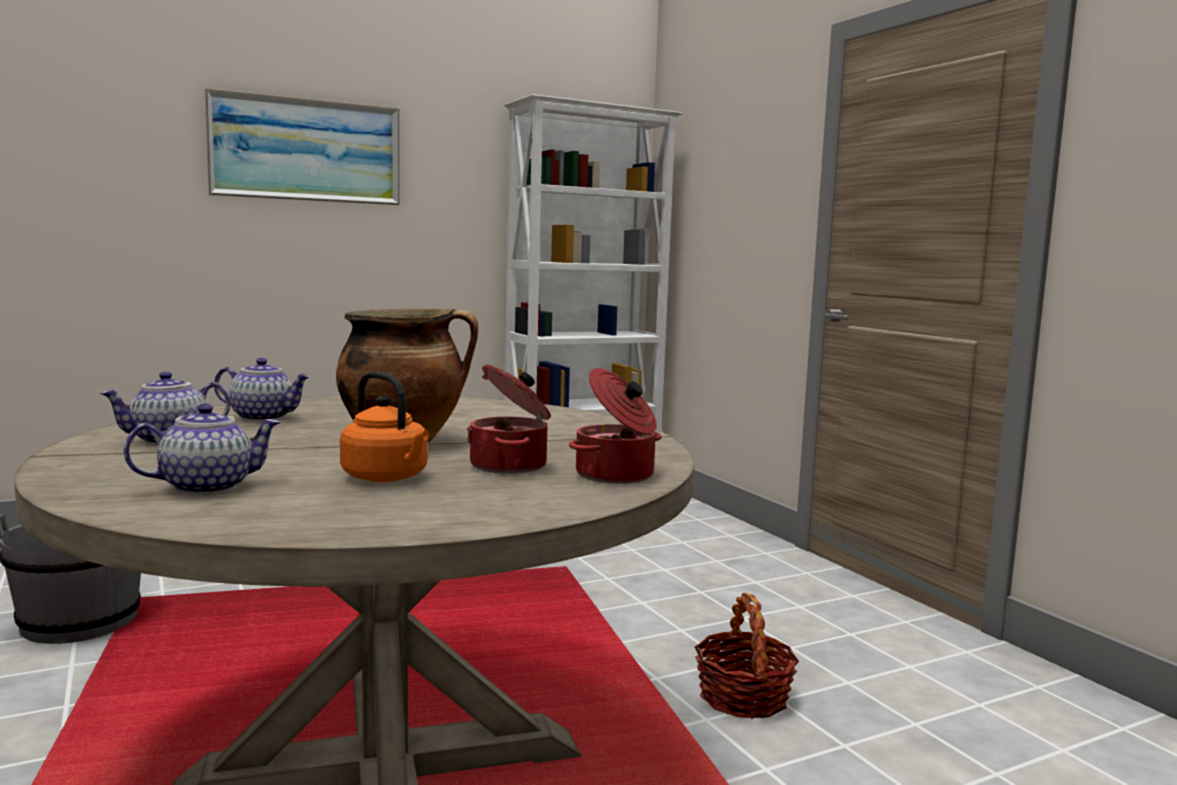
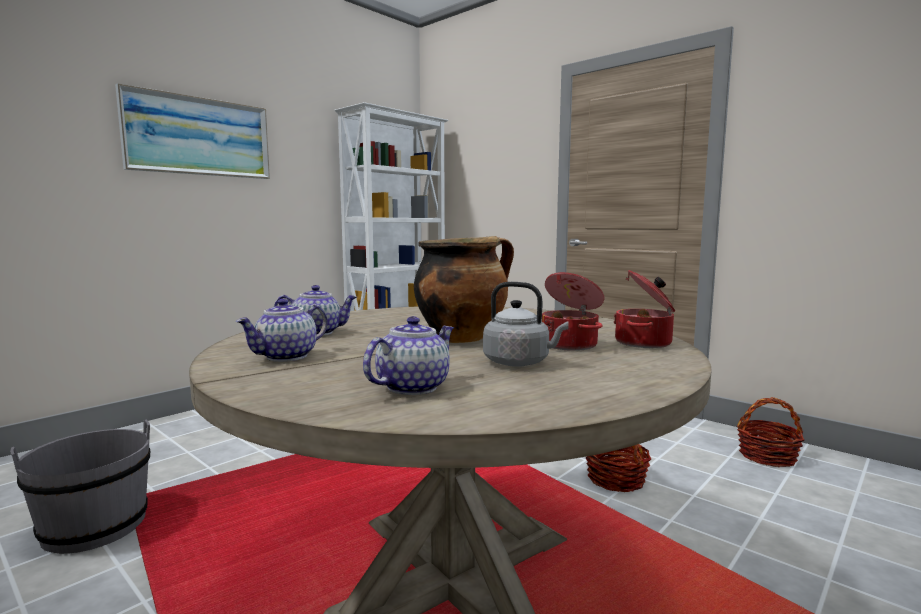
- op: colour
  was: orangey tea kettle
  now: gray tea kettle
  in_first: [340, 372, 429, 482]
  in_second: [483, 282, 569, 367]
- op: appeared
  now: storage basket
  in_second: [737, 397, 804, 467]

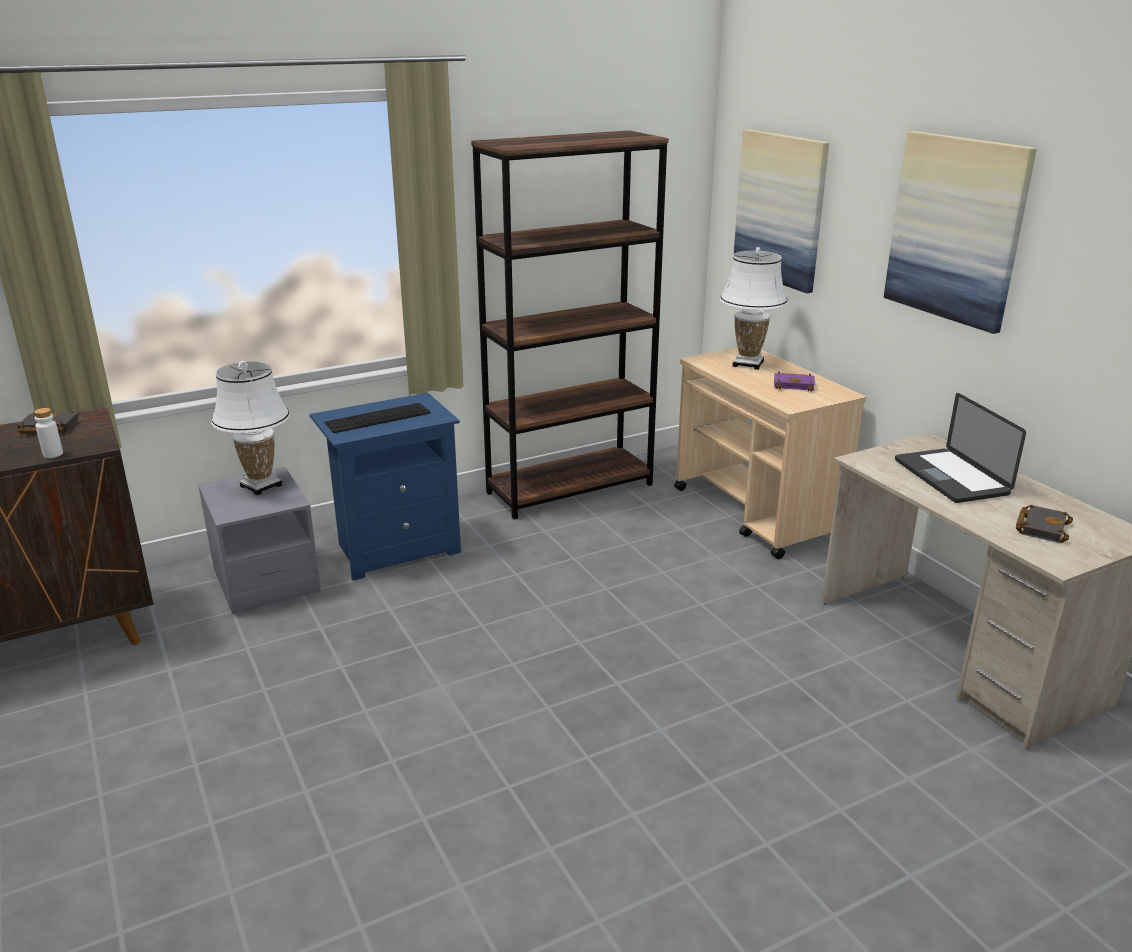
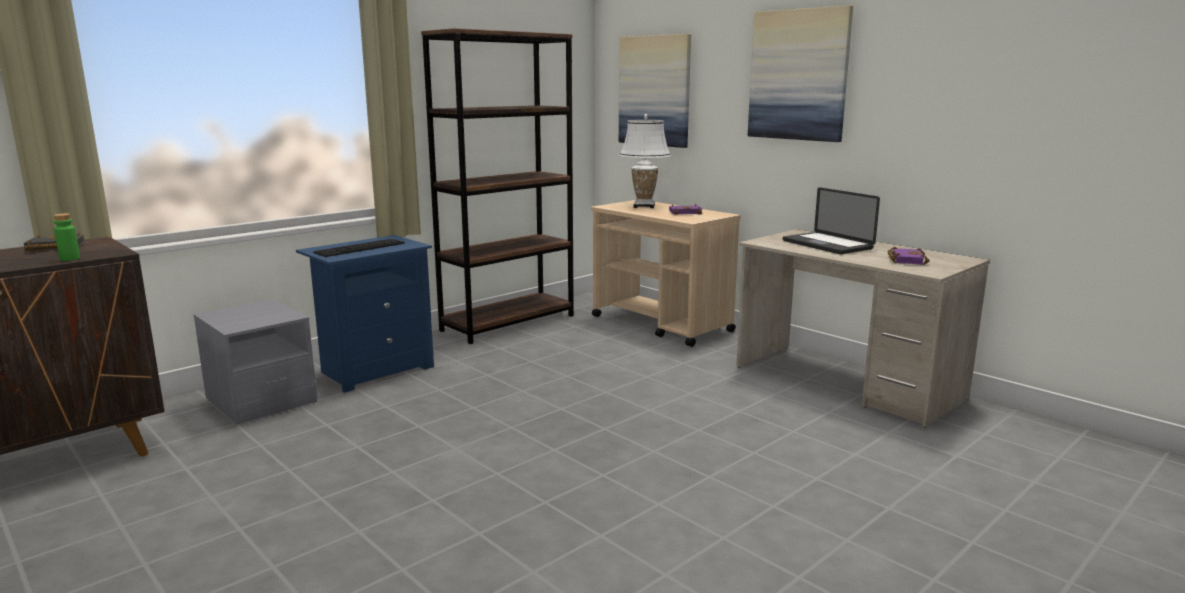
- op: colour
  was: white-coloured beverage bottle
  now: green beverage bottle
  in_first: [34, 408, 63, 458]
  in_second: [53, 213, 80, 261]
- op: colour
  was: blackish bound book
  now: purple bound book
  in_first: [1016, 505, 1073, 543]
  in_second: [888, 247, 929, 265]
- op: missing
  was: white-coloured tabletop lamp
  in_first: [211, 361, 290, 495]

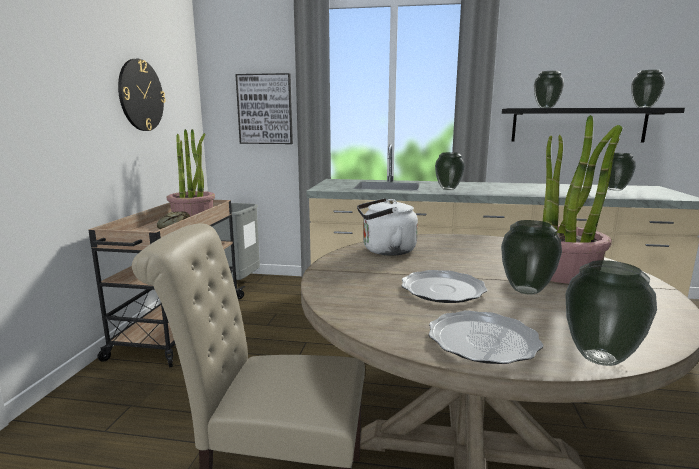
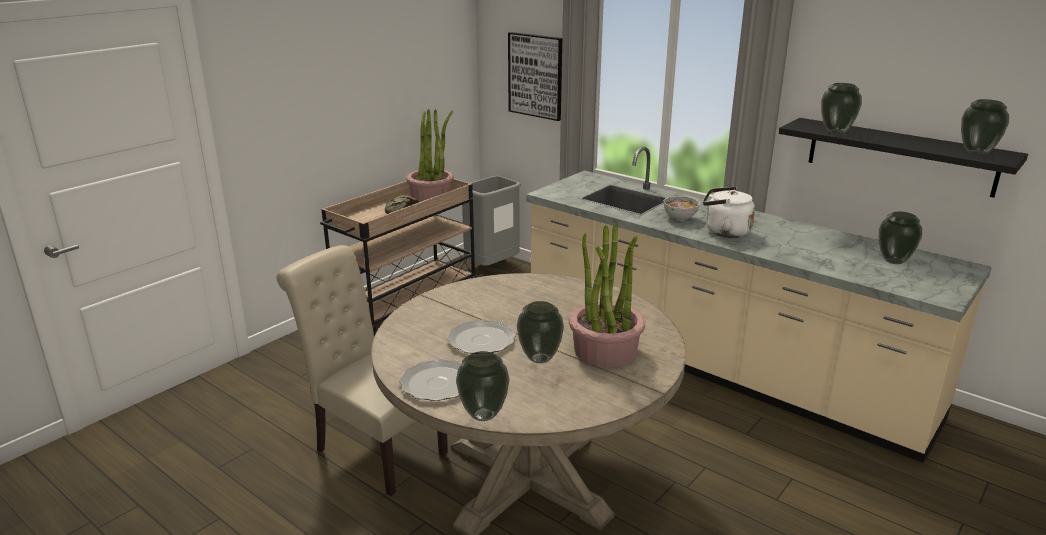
- op: exchanged
  was: decorative vase
  now: serving bowl
  in_first: [435, 152, 465, 190]
  in_second: [663, 196, 700, 221]
- op: relocated
  was: white-coloured tea kettle
  in_first: [357, 198, 418, 256]
  in_second: [703, 187, 755, 238]
- op: missing
  was: wall clock
  in_first: [118, 59, 165, 131]

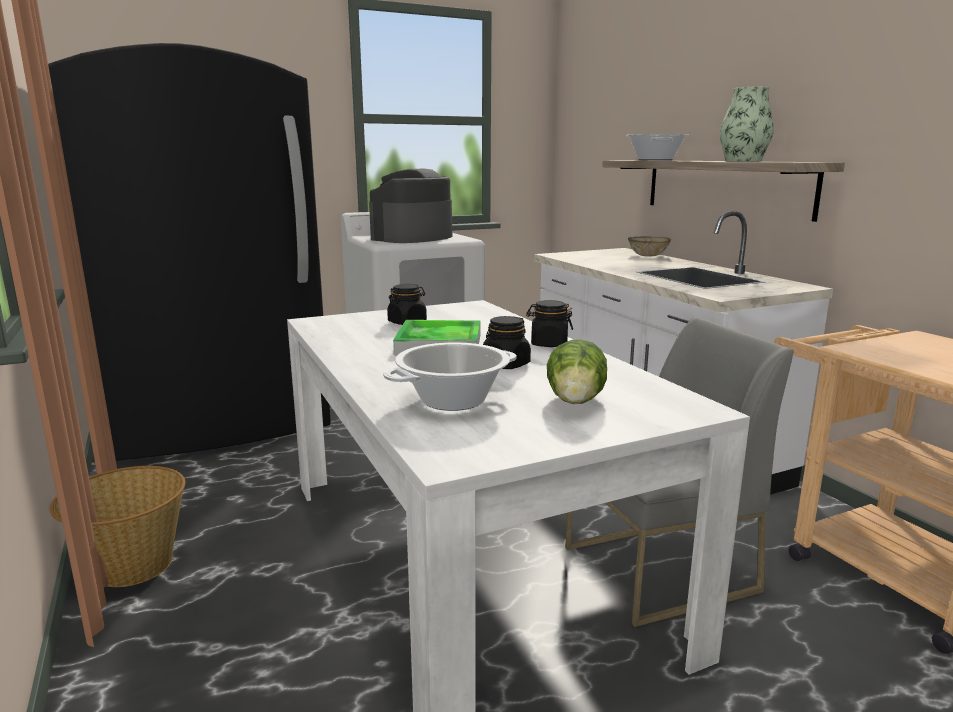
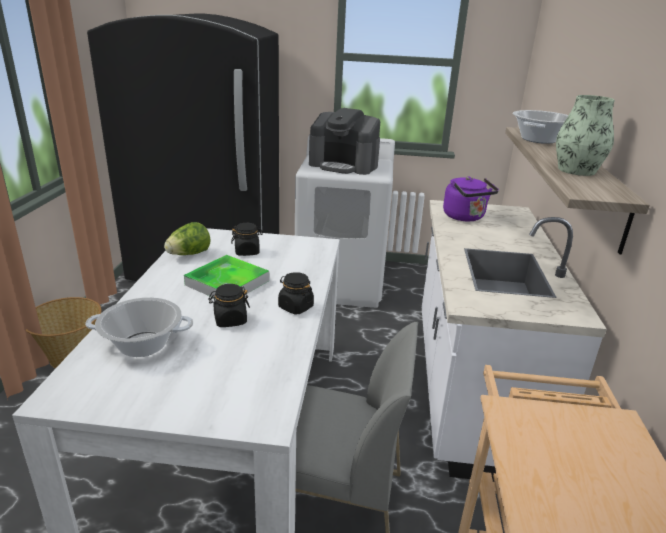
- op: relocated
  was: lettuce
  in_first: [547, 339, 607, 404]
  in_second: [164, 222, 210, 255]
- op: spun
  was: coffee maker
  in_first: [369, 169, 452, 243]
  in_second: [309, 108, 380, 175]
  clockwise: -135
- op: appeared
  now: purple tea kettle
  in_second: [443, 176, 499, 222]
- op: missing
  was: serving bowl
  in_first: [628, 236, 671, 257]

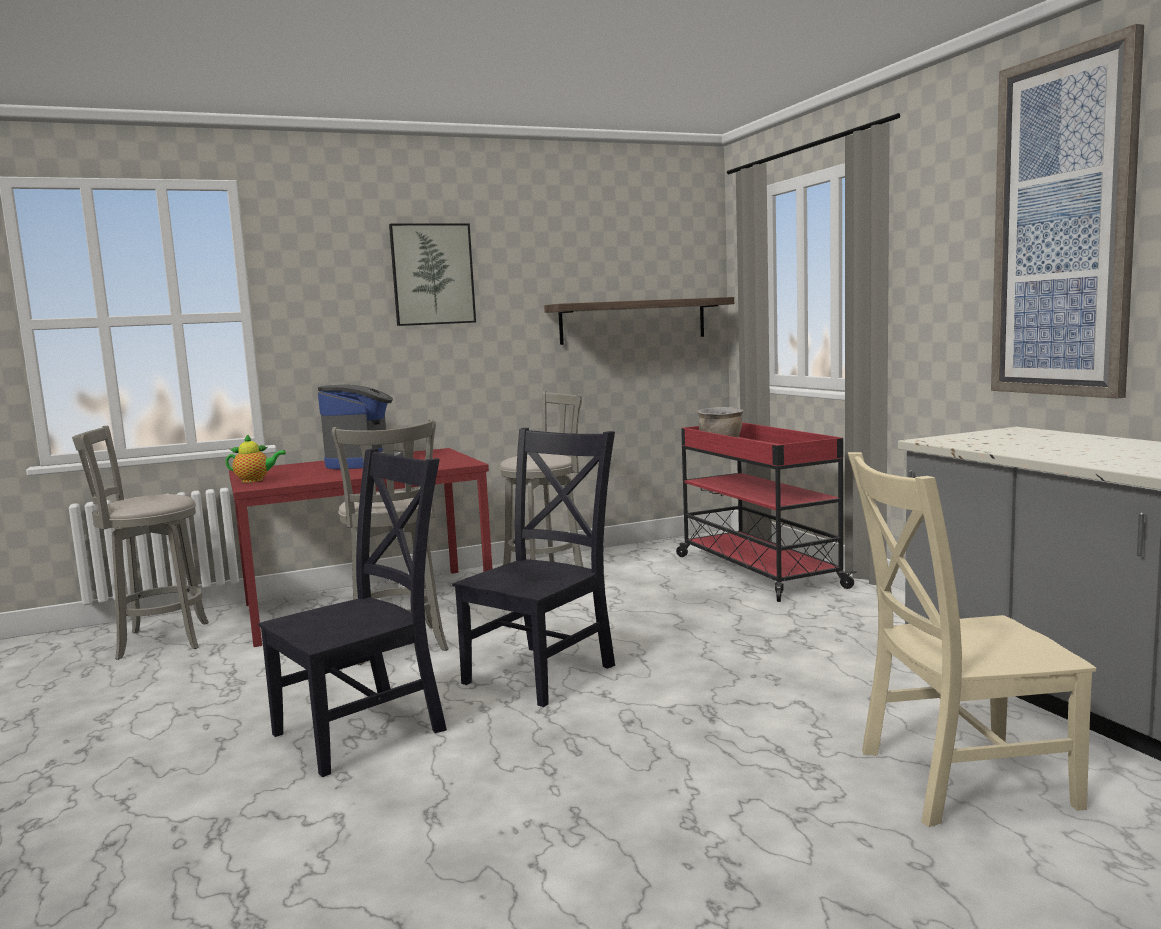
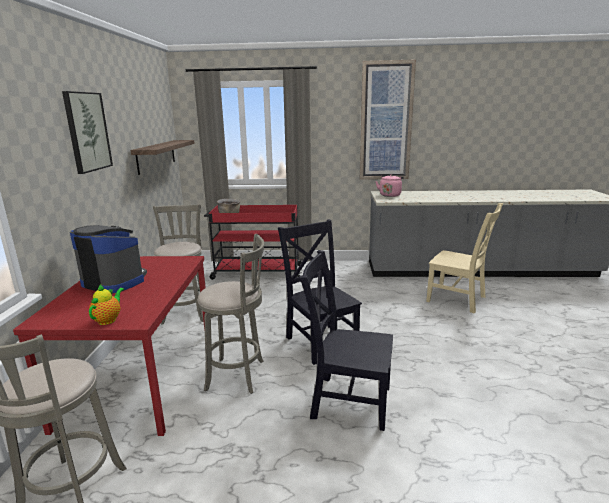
- op: spun
  was: blackish upright chair
  in_first: [258, 448, 447, 777]
  in_second: [300, 250, 393, 431]
  clockwise: -60
- op: appeared
  now: pink tea kettle
  in_second: [375, 174, 404, 197]
- op: spun
  was: beige-coloured upright chair
  in_first: [848, 452, 1096, 827]
  in_second: [426, 203, 503, 313]
  clockwise: -75

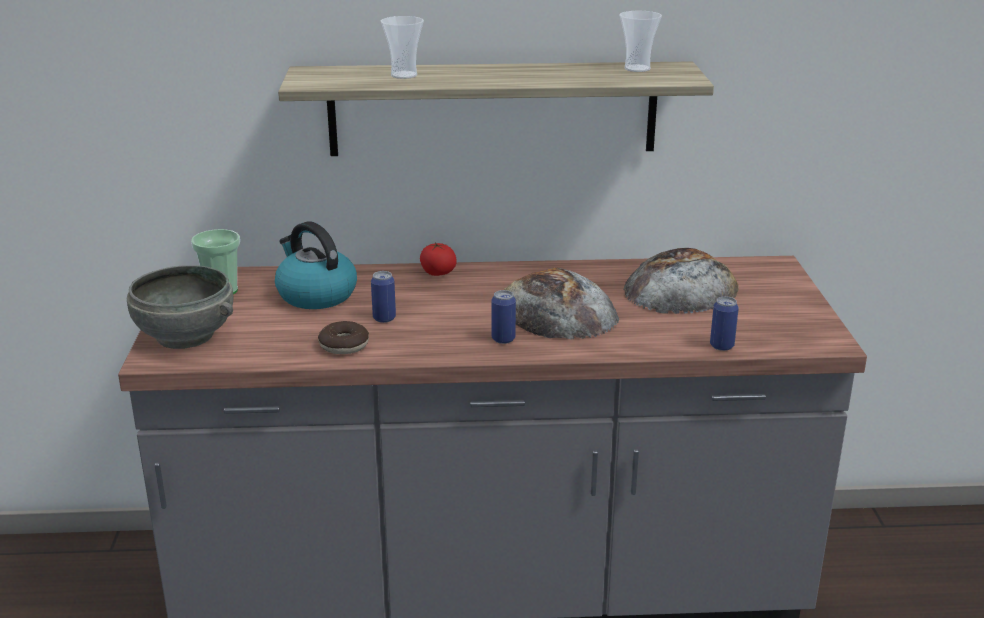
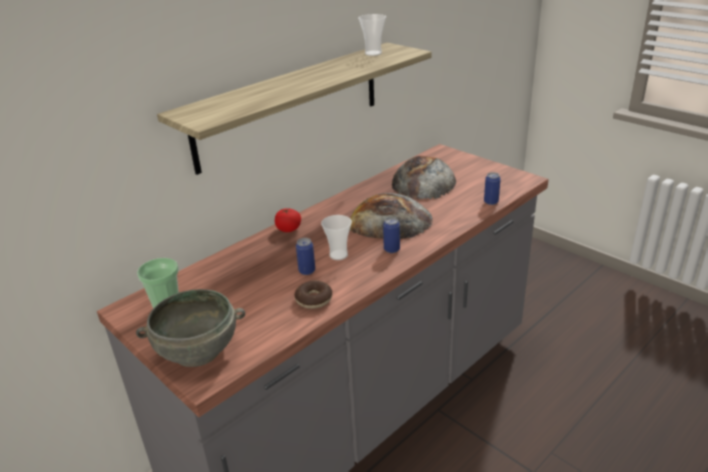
- op: relocated
  was: drinking cup
  in_first: [381, 16, 424, 79]
  in_second: [321, 215, 352, 260]
- op: missing
  was: tea kettle
  in_first: [275, 221, 357, 309]

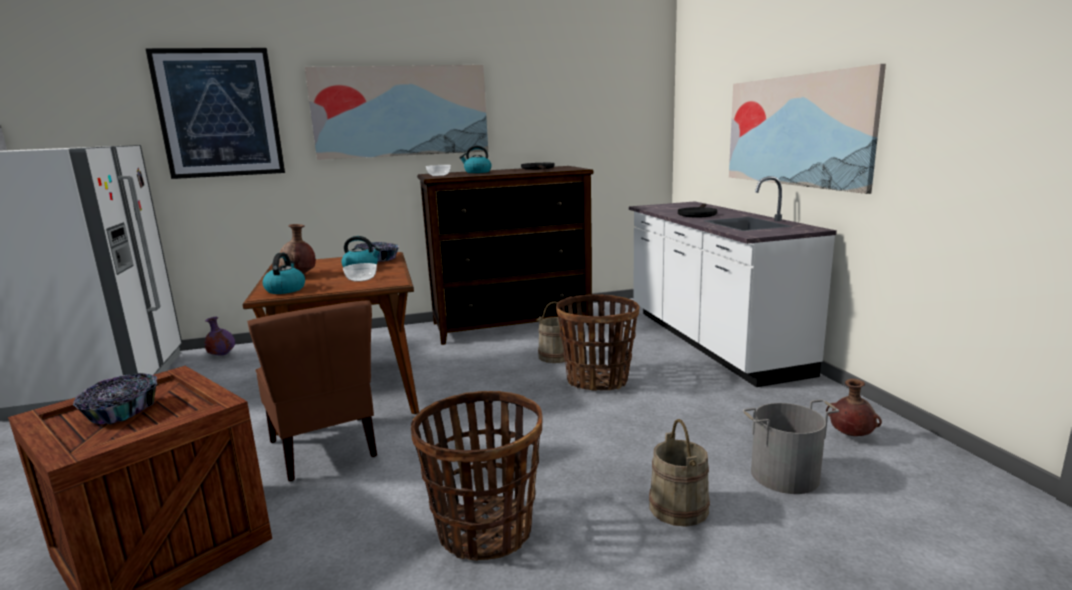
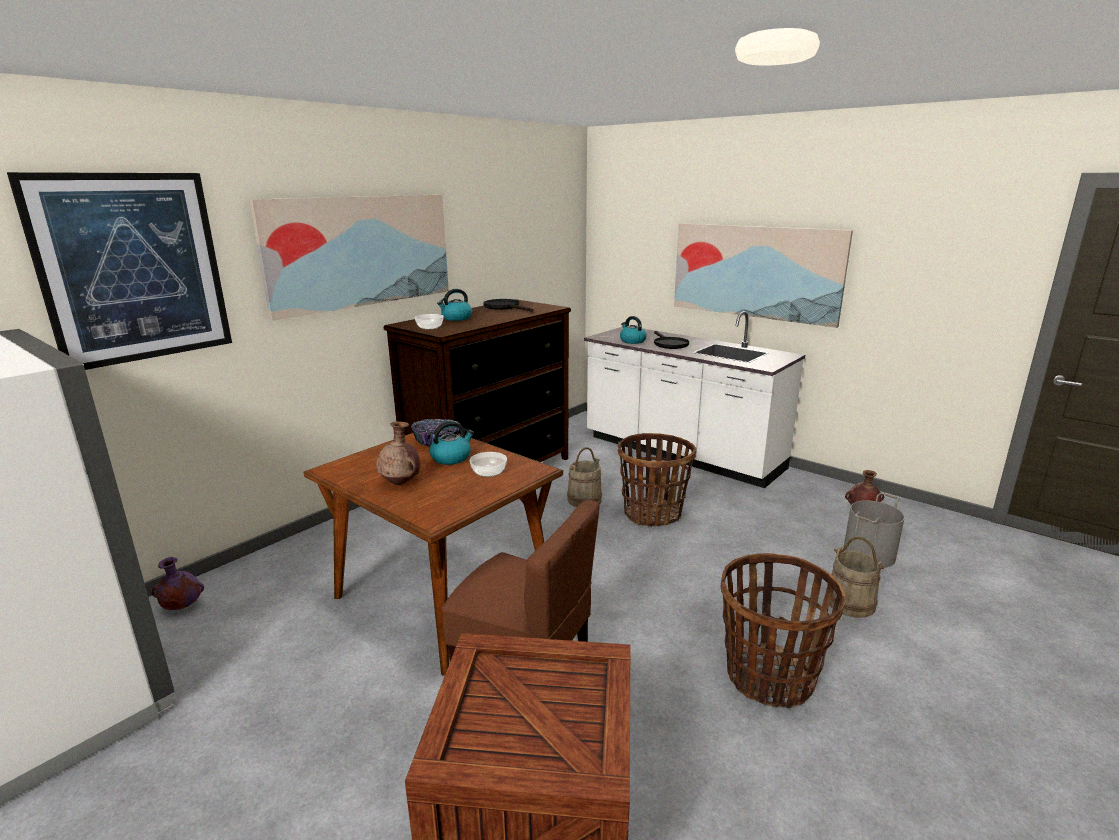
- op: relocated
  was: tea kettle
  in_first: [263, 253, 305, 294]
  in_second: [620, 316, 647, 344]
- op: missing
  was: serving bowl
  in_first: [73, 373, 157, 425]

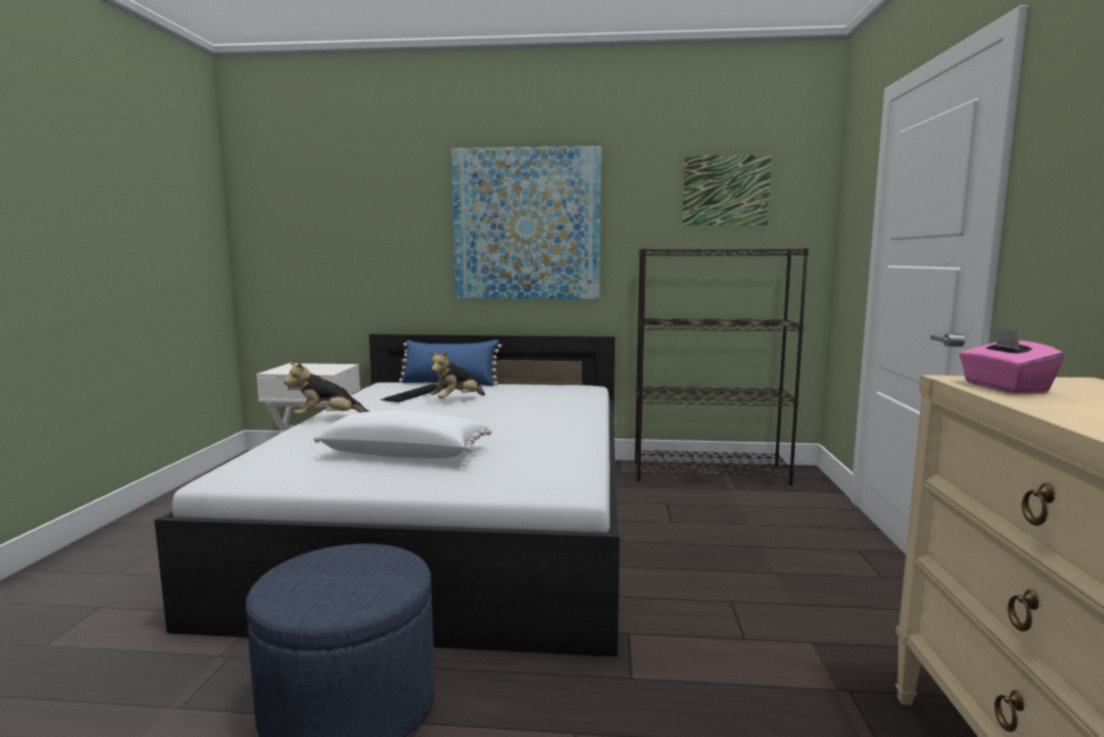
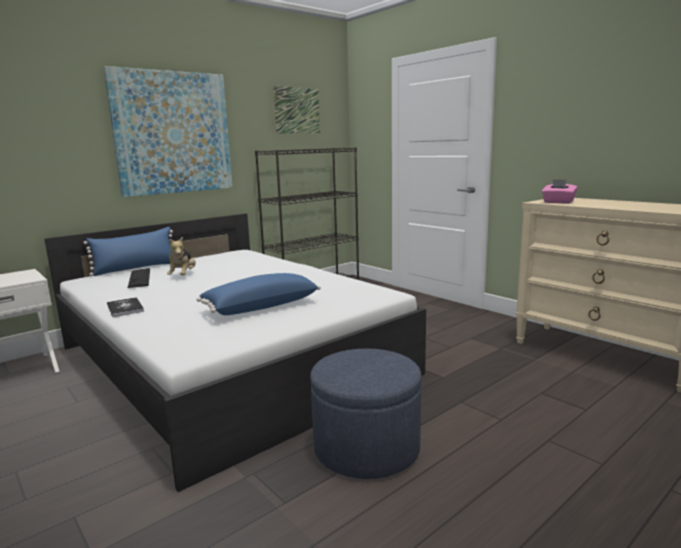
- op: exchanged
  was: soft toy
  now: bound book
  in_first: [284, 362, 370, 415]
  in_second: [107, 297, 144, 317]
- op: colour
  was: white-coloured pillow
  now: bluish pillow
  in_first: [314, 410, 492, 458]
  in_second: [196, 273, 321, 315]

